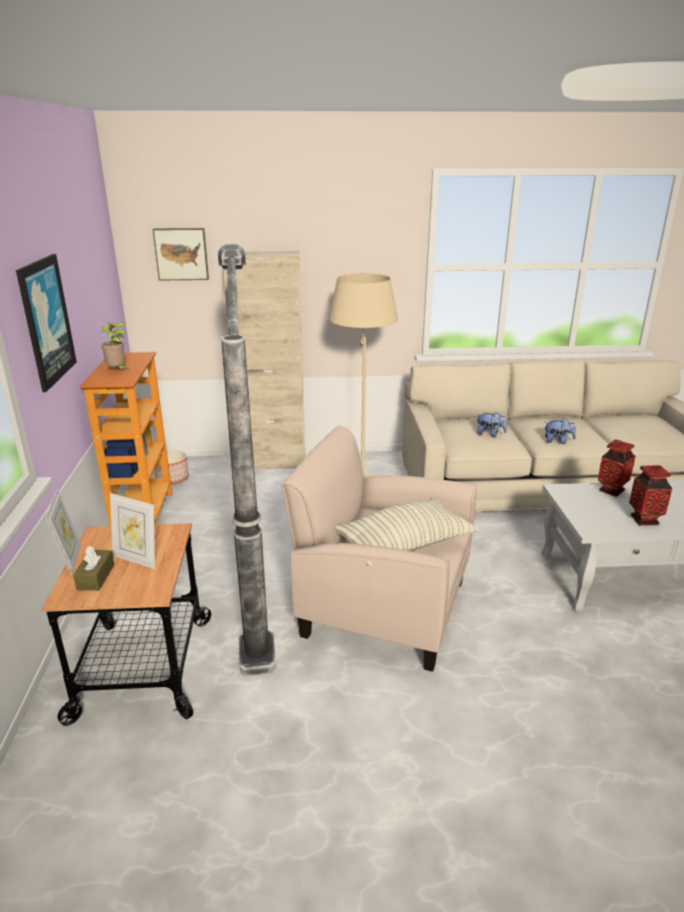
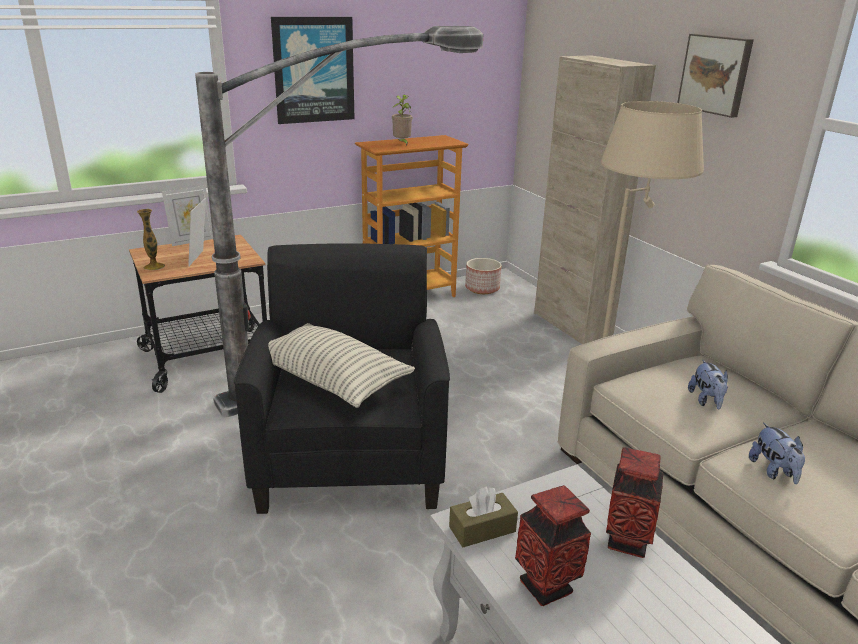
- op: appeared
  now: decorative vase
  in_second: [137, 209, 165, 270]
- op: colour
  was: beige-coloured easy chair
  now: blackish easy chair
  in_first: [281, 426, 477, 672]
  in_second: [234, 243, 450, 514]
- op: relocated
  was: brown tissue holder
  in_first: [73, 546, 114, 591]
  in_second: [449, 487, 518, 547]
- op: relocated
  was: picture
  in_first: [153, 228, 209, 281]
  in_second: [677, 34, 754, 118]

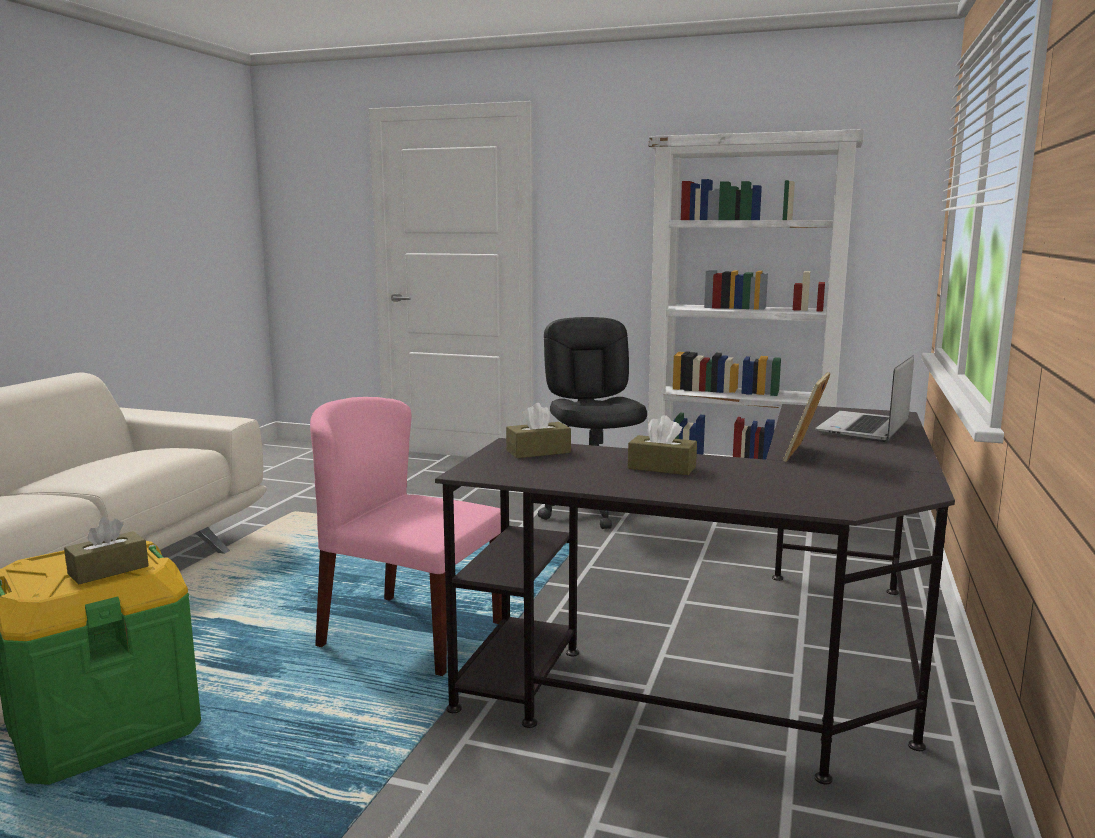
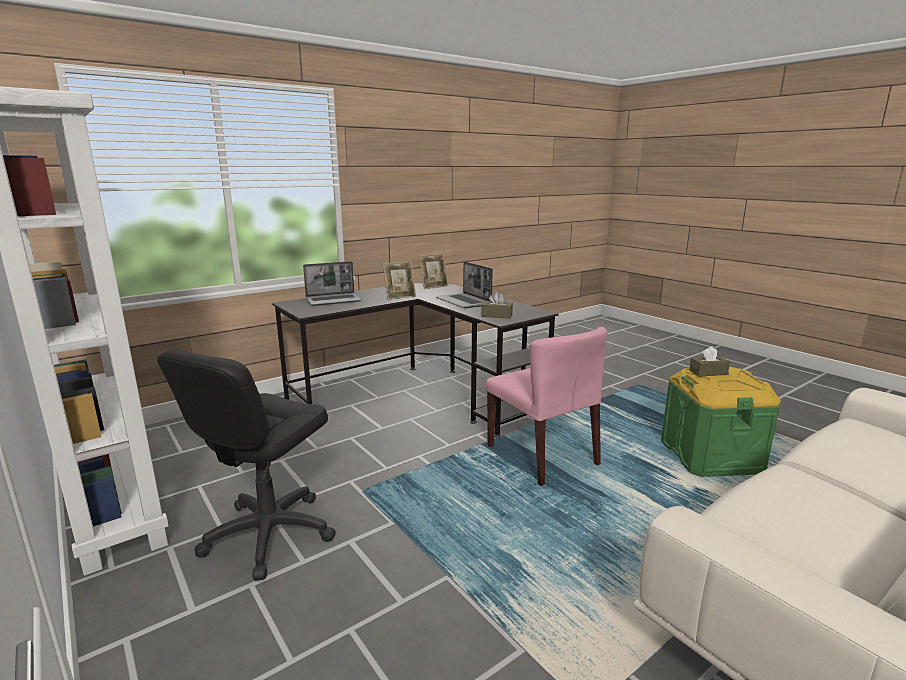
- op: appeared
  now: photo frame
  in_second: [419, 254, 449, 289]
- op: exchanged
  was: brown tissue holder
  now: laptop
  in_first: [628, 415, 697, 475]
  in_second: [436, 262, 493, 308]

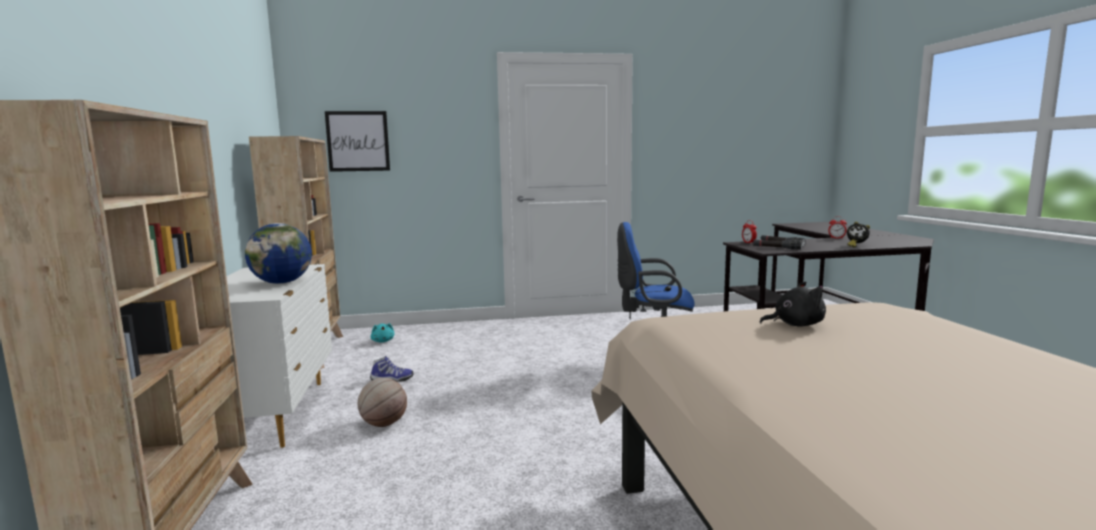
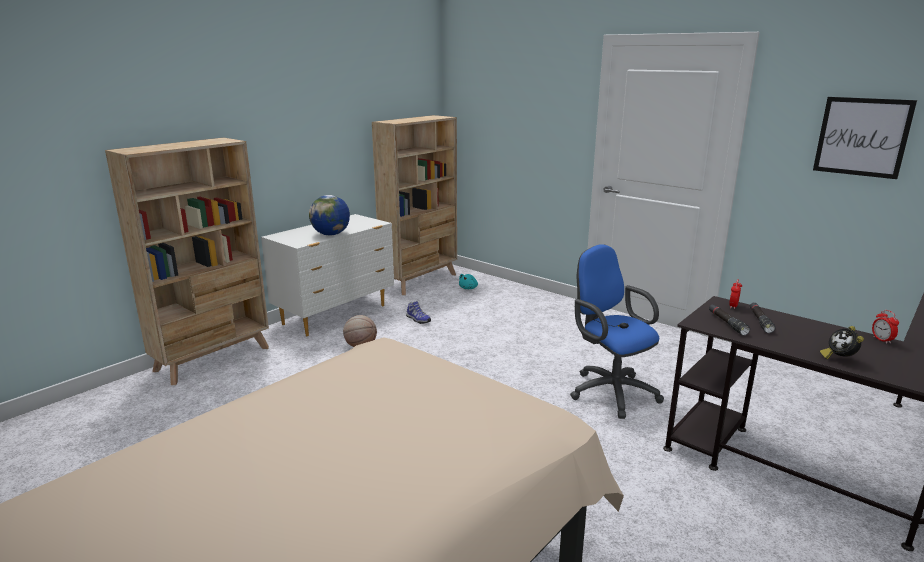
- op: relocated
  was: picture
  in_first: [325, 111, 390, 172]
  in_second: [813, 97, 917, 179]
- op: missing
  was: blackish soft toy
  in_first: [760, 281, 826, 327]

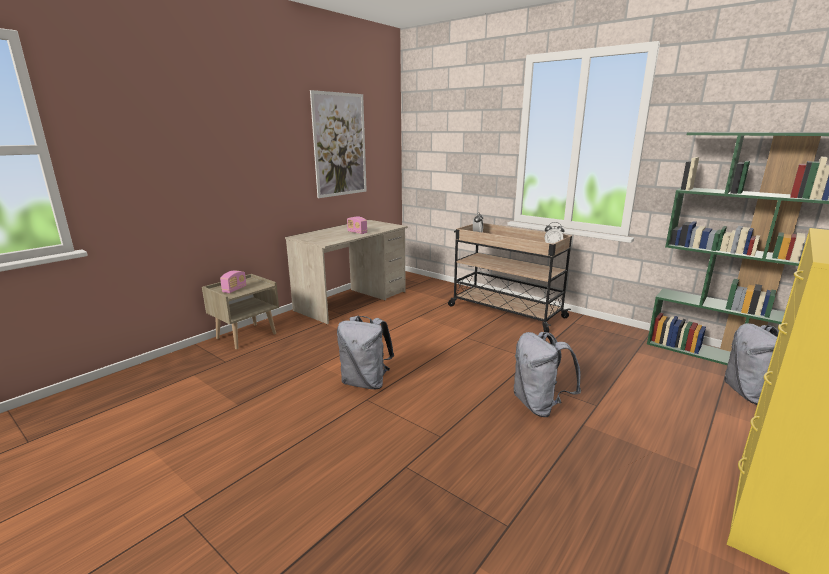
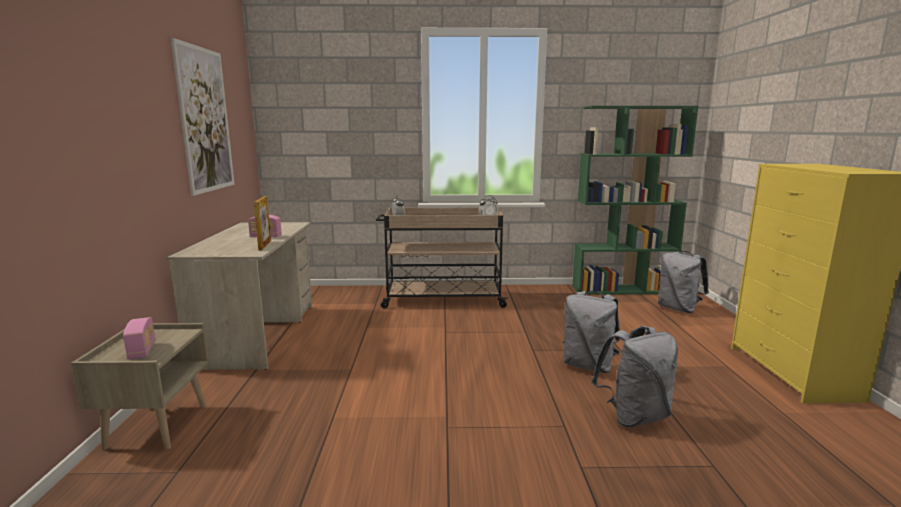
- op: appeared
  now: photo frame
  in_second: [254, 196, 271, 251]
- op: relocated
  was: gray knapsack
  in_first: [337, 316, 394, 389]
  in_second: [591, 326, 678, 427]

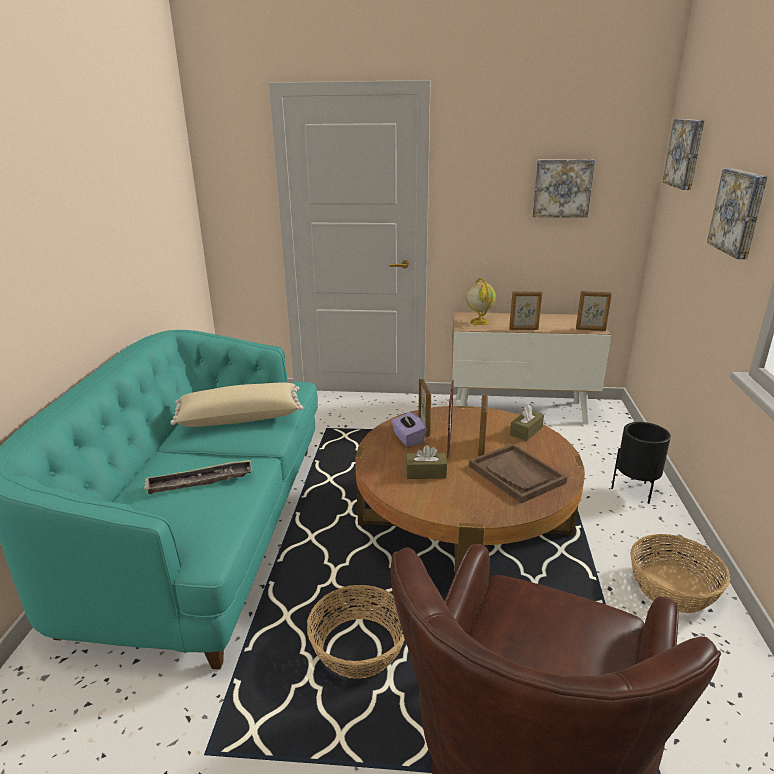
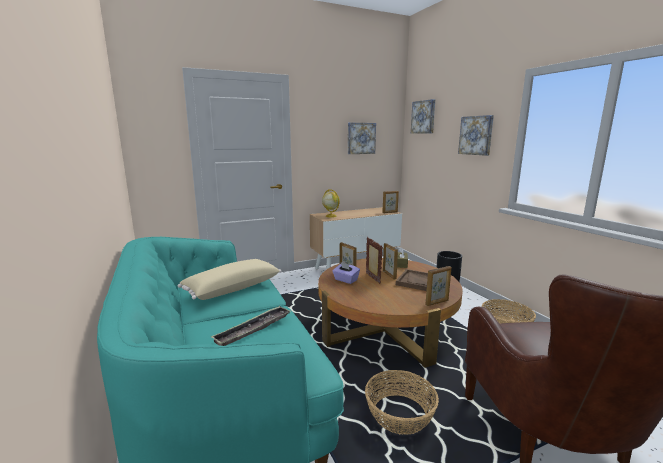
- op: relocated
  was: photo frame
  in_first: [509, 292, 542, 330]
  in_second: [425, 266, 451, 306]
- op: missing
  was: brown tissue holder
  in_first: [406, 445, 447, 479]

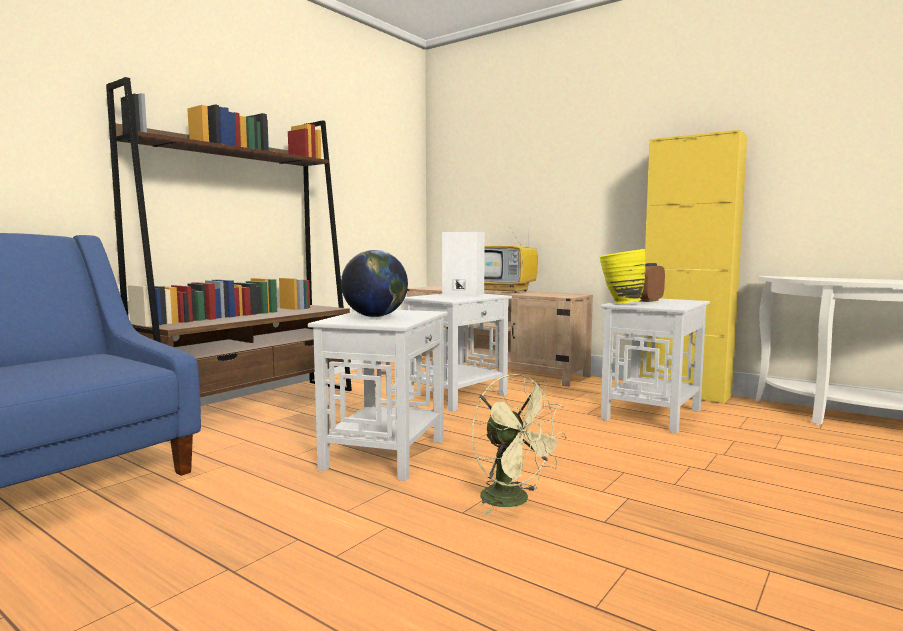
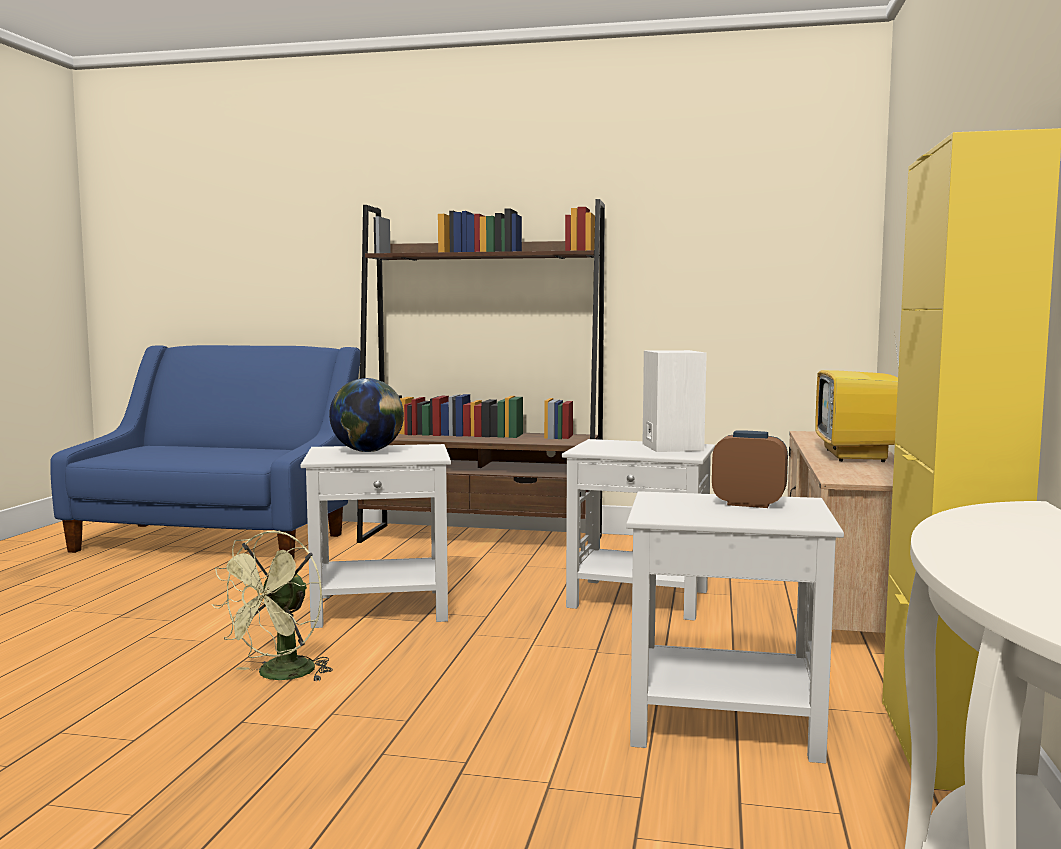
- op: missing
  was: yellow decorative vase
  in_first: [600, 249, 646, 304]

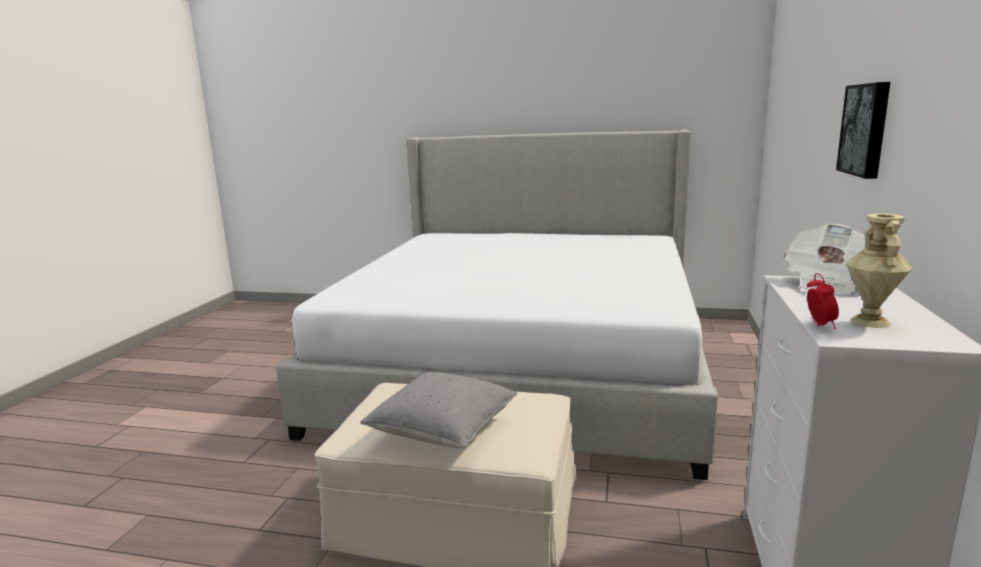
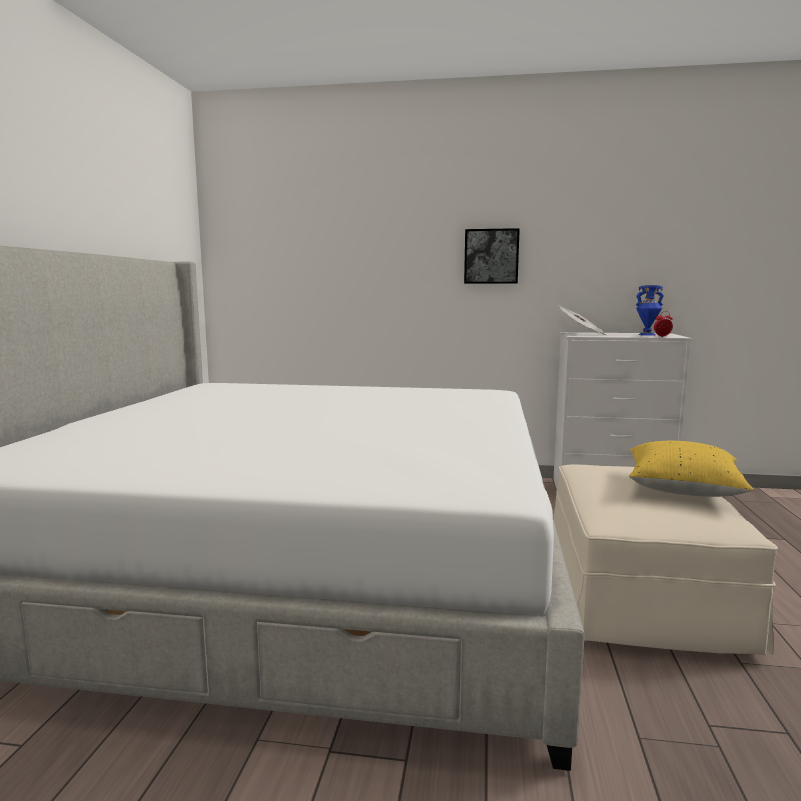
- op: colour
  was: gray pillow
  now: yellow pillow
  in_first: [360, 372, 517, 448]
  in_second: [629, 441, 754, 497]
- op: colour
  was: beige-coloured decorative vase
  now: bluish decorative vase
  in_first: [846, 214, 913, 328]
  in_second: [636, 285, 664, 336]

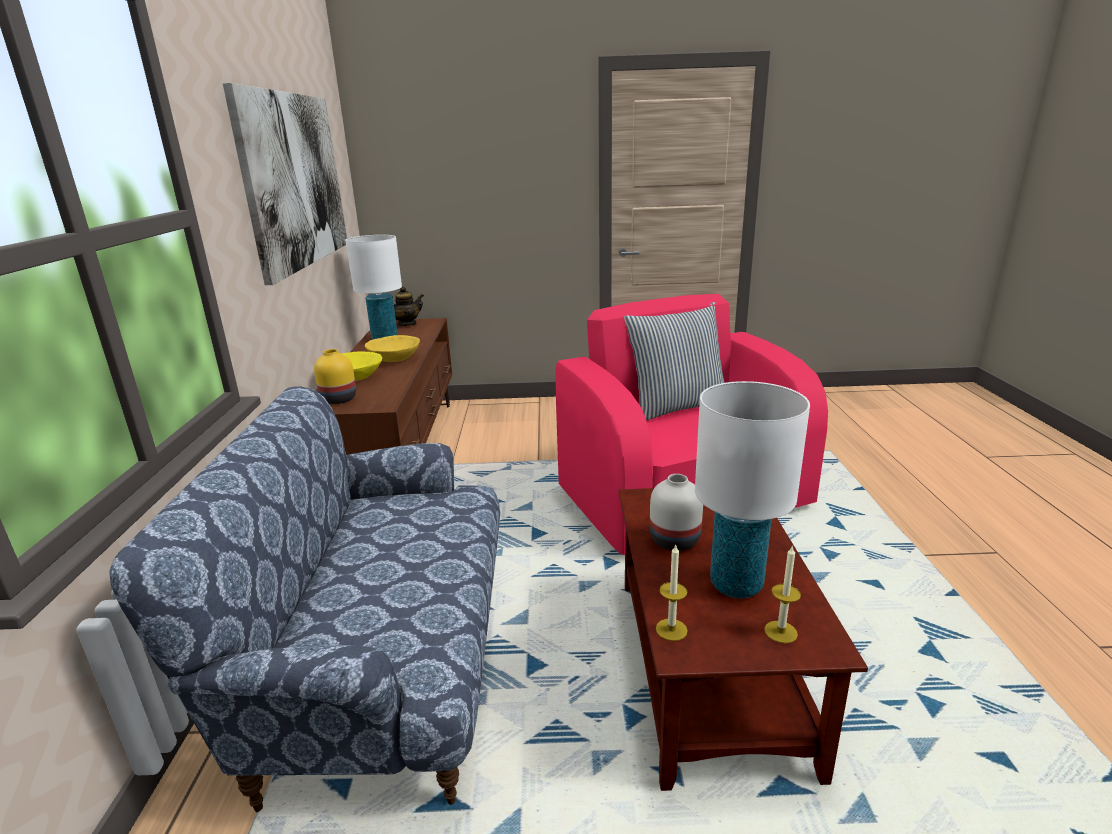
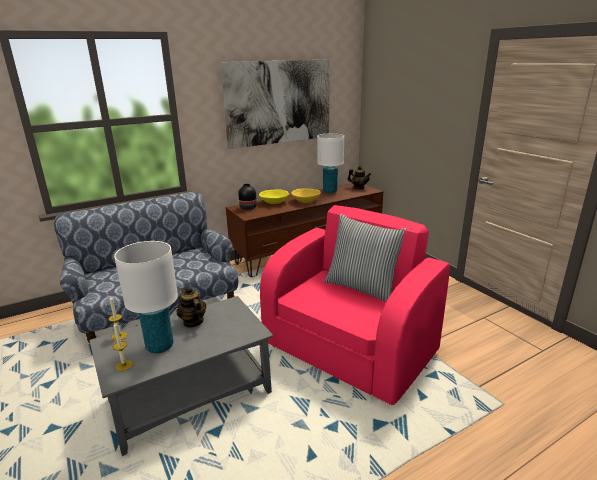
- op: colour
  was: brown lounge table
  now: gray lounge table
  in_first: [619, 488, 868, 791]
  in_second: [89, 296, 273, 456]
- op: exchanged
  was: white-coloured decorative vase
  now: pot for tea
  in_first: [650, 474, 703, 551]
  in_second: [176, 287, 206, 328]
- op: colour
  was: yellow decorative vase
  now: blackish decorative vase
  in_first: [314, 349, 356, 404]
  in_second: [238, 184, 257, 210]

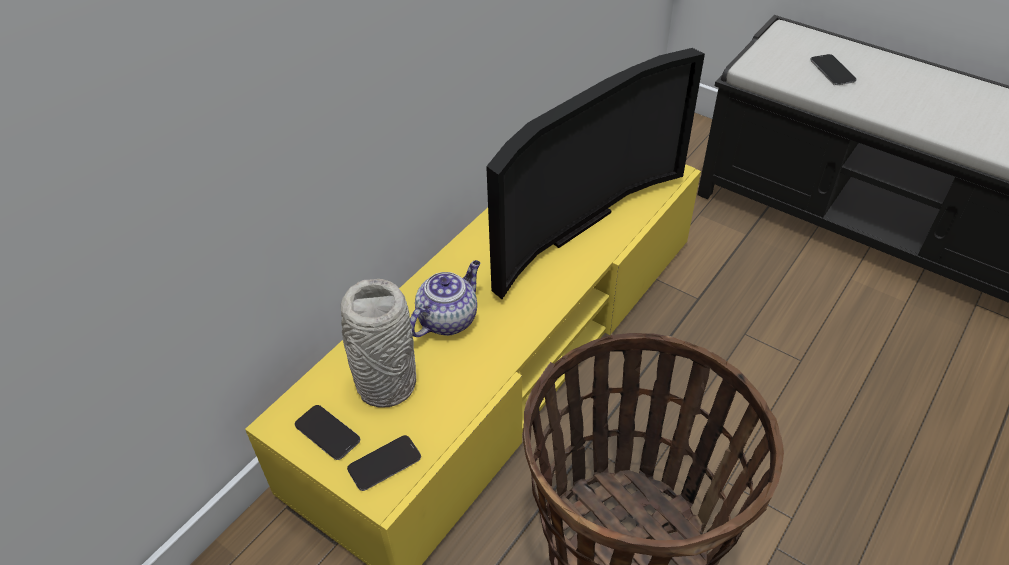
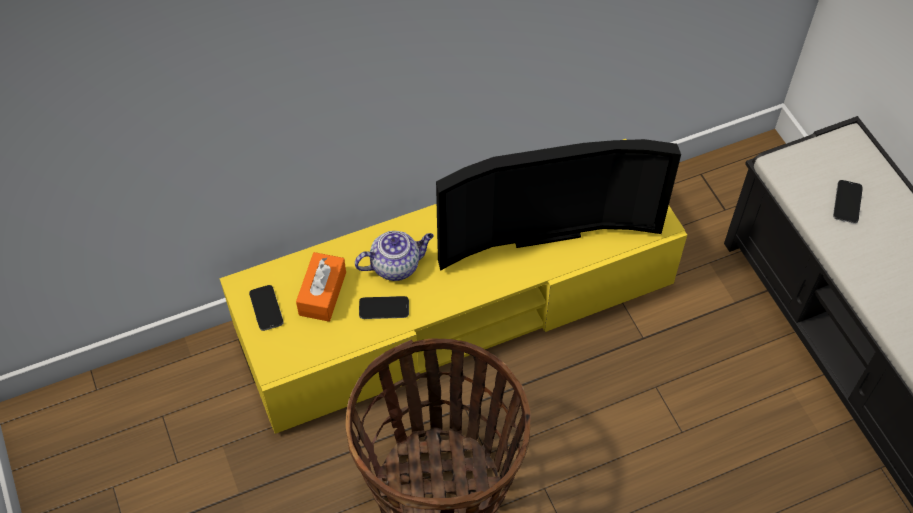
- op: exchanged
  was: gray decorative vase
  now: orangey tissue holder
  in_first: [340, 279, 416, 407]
  in_second: [296, 252, 346, 322]
- op: relocated
  was: handset
  in_first: [347, 435, 421, 491]
  in_second: [359, 296, 409, 319]

